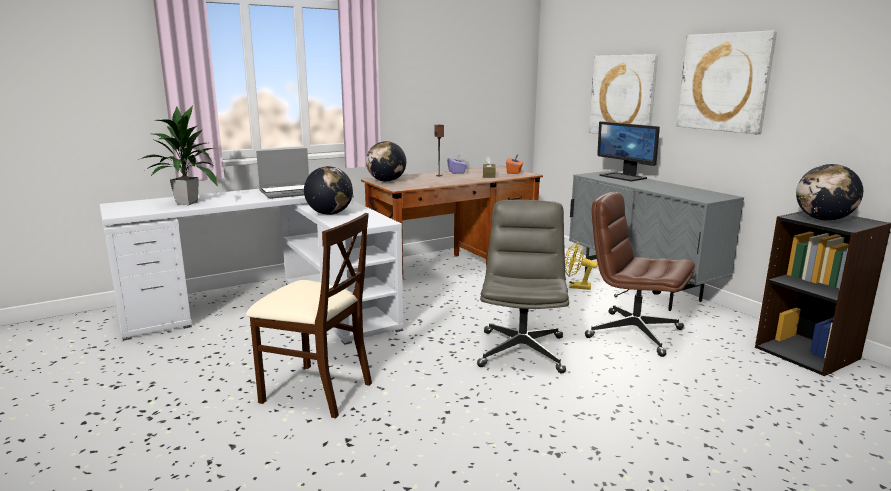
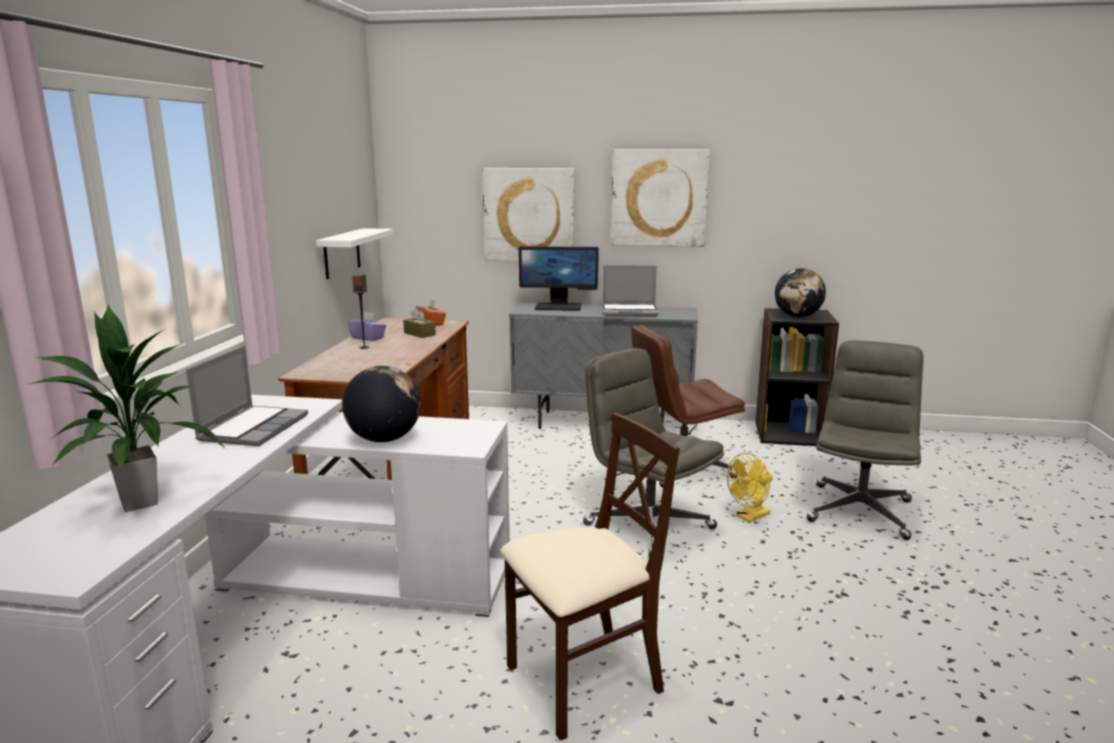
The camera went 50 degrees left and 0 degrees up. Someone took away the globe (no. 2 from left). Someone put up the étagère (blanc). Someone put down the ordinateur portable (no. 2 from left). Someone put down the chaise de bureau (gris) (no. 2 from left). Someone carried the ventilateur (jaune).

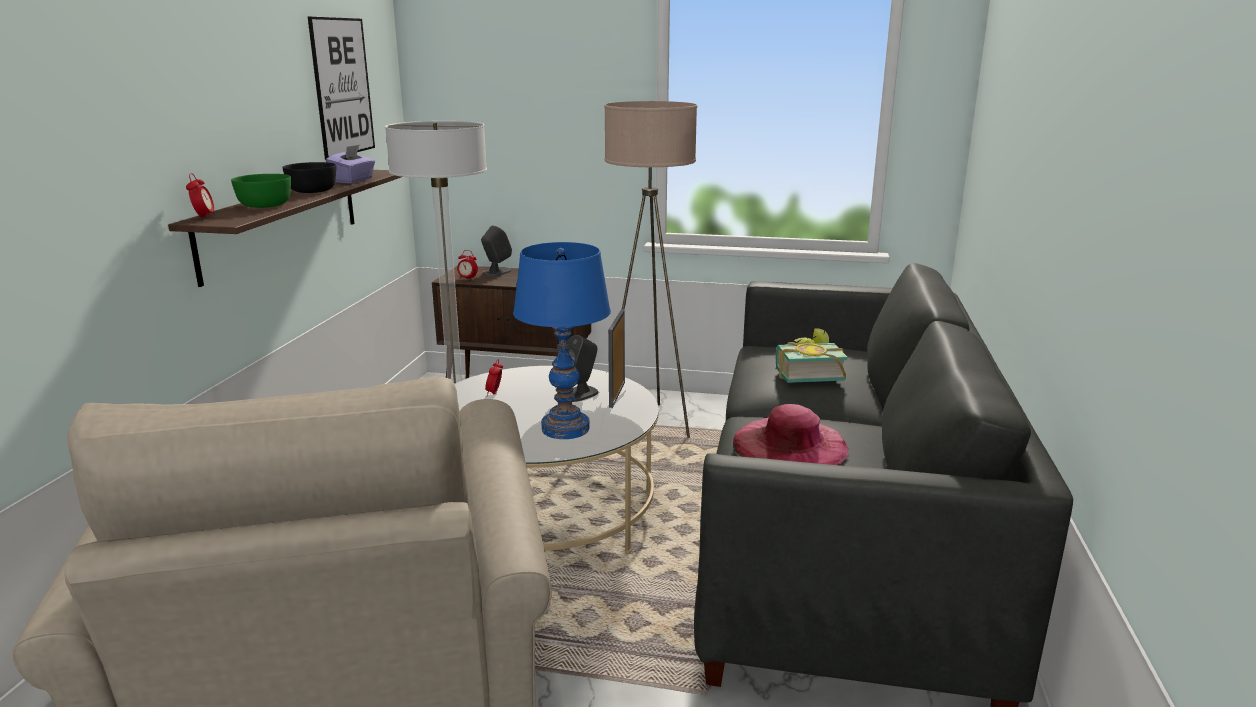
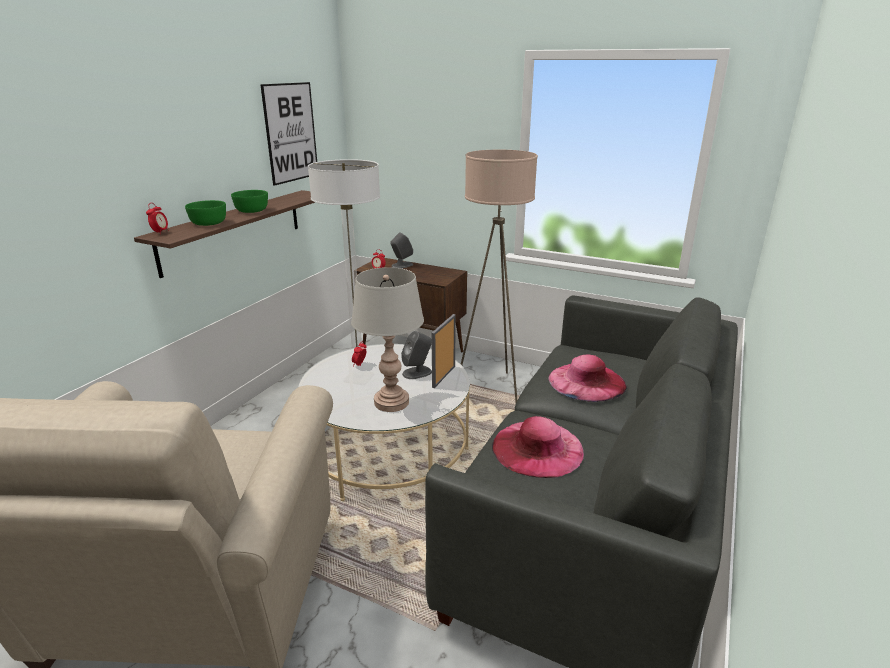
The camera went 15 degrees right and 5 degrees up. Someone took away the boîte à mouchoirs (violet). Someone swapped the livre for the chapeau (rose) (no. 2 from left). Someone repainted the bol (noir), which became the bol (vert) (no. 2 from left). Someone repainted the lampe de table (bleu), which became the lampe de table (gris).

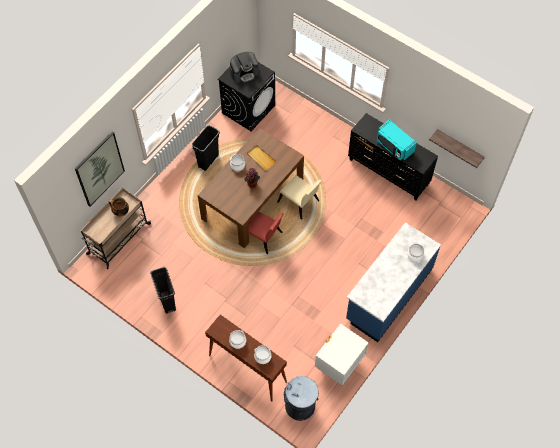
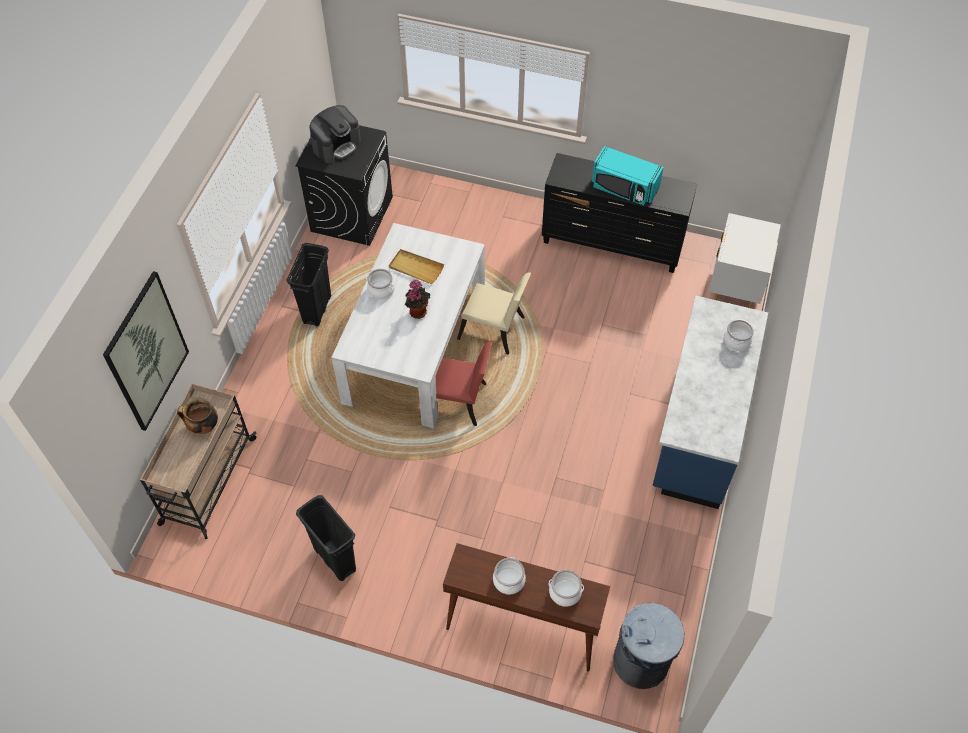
The camera went 20 degrees left and 5 degrees down. Someone took away the étagère. Someone carried the table de chevet (blanc). Someone repainted the table à manger (marron), which became the table à manger (blanc).

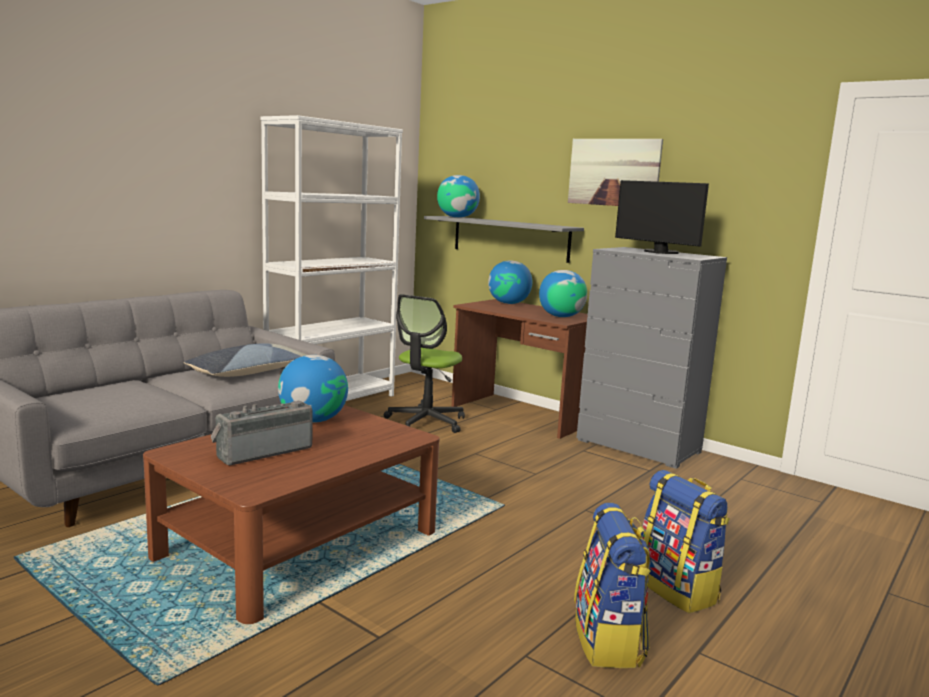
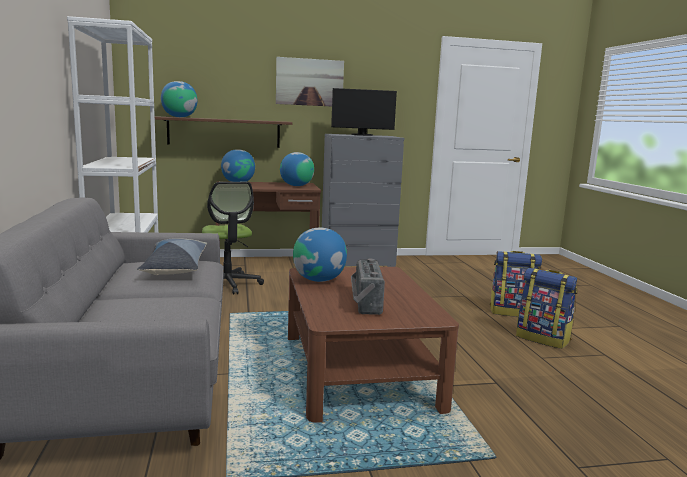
The camera went 50 degrees left and 0 degrees up. Someone repainted the étagère (gris), which became the étagère (marron).

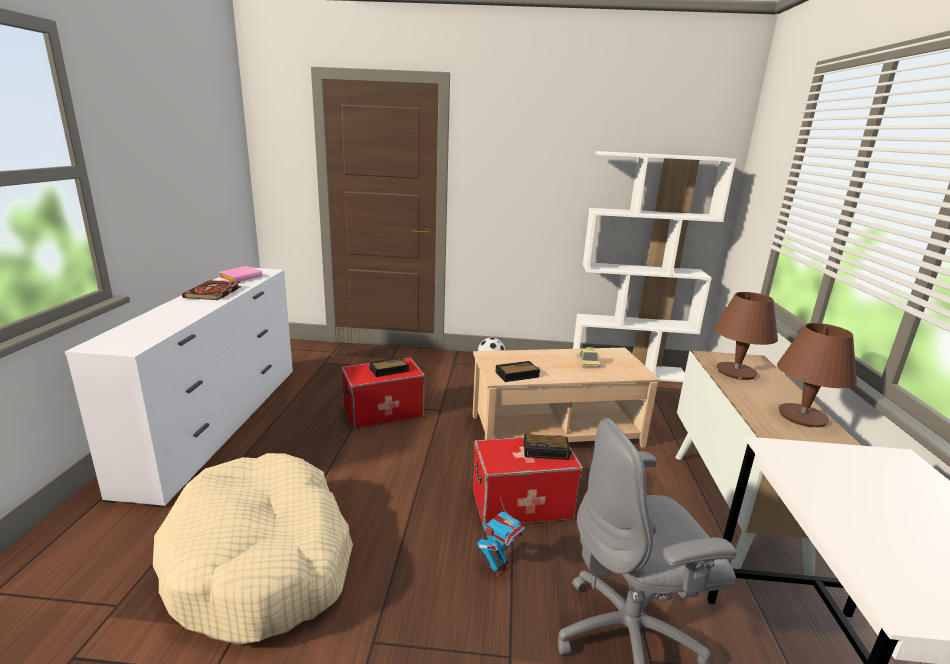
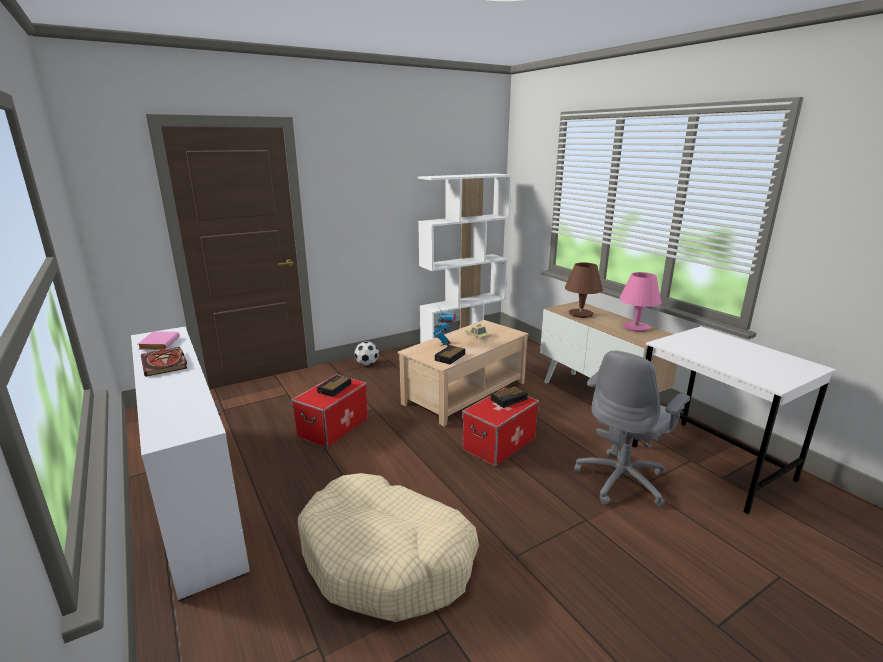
The camera went 35 degrees left and 0 degrees up. Someone carried the robot jouet. Someone repainted the lampe de table (marron) (no. 2 from left), which became the lampe de table (rose).

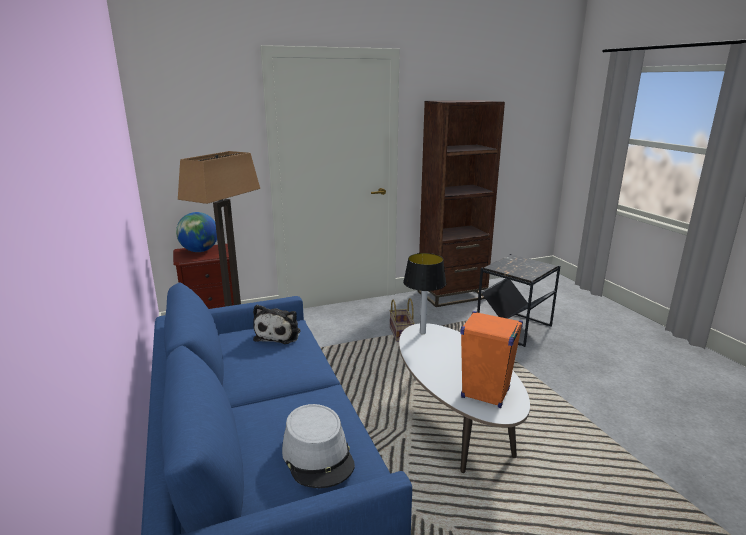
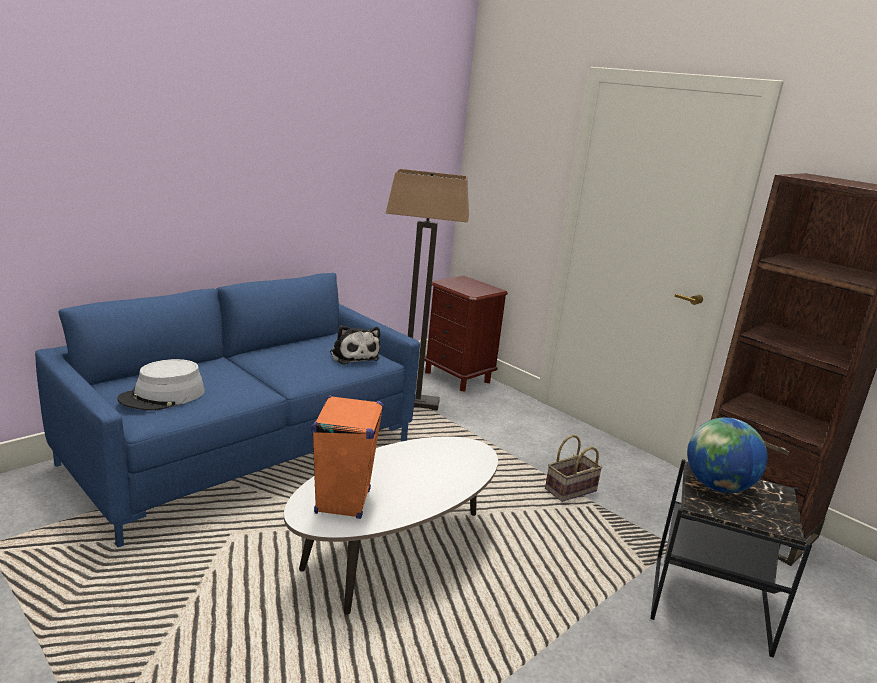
The camera went 65 degrees right and 0 degrees up. Someone took away the lampe de table. Someone carried the globe. Someone rotated the peluche by 105 degrees counterclockwise.

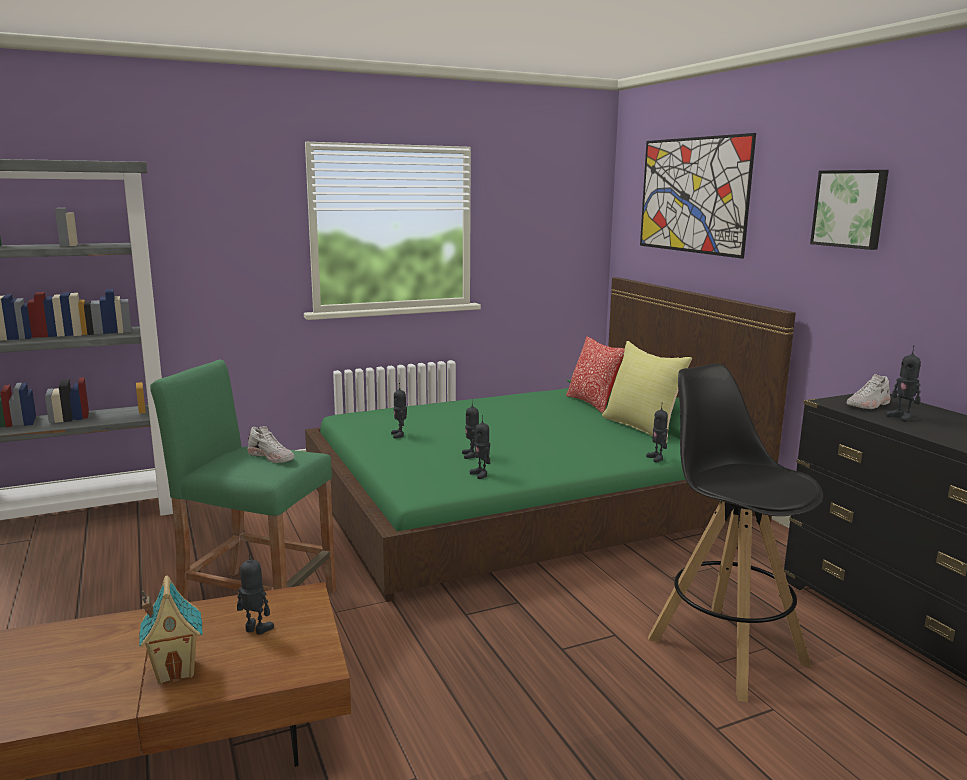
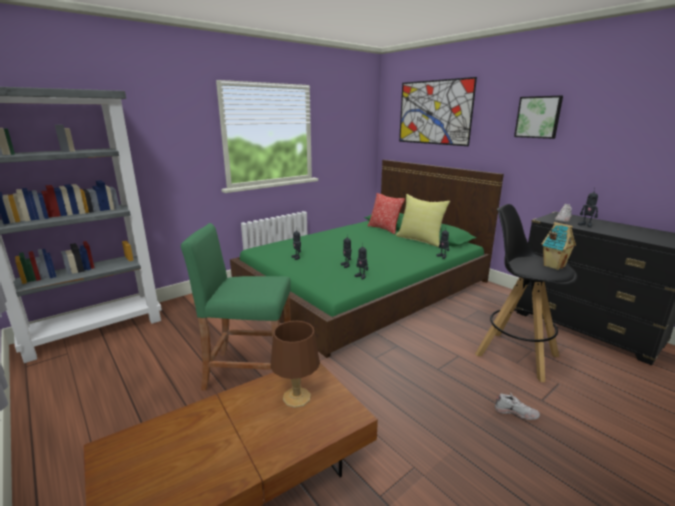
The camera went 15 degrees left and 5 degrees up. Someone carried the maison miniature. Someone carried the chaussure (blanc) (no. 1 from left). Someone swapped the robot jouet (no. 1 from left) for the lampe de table (marron).

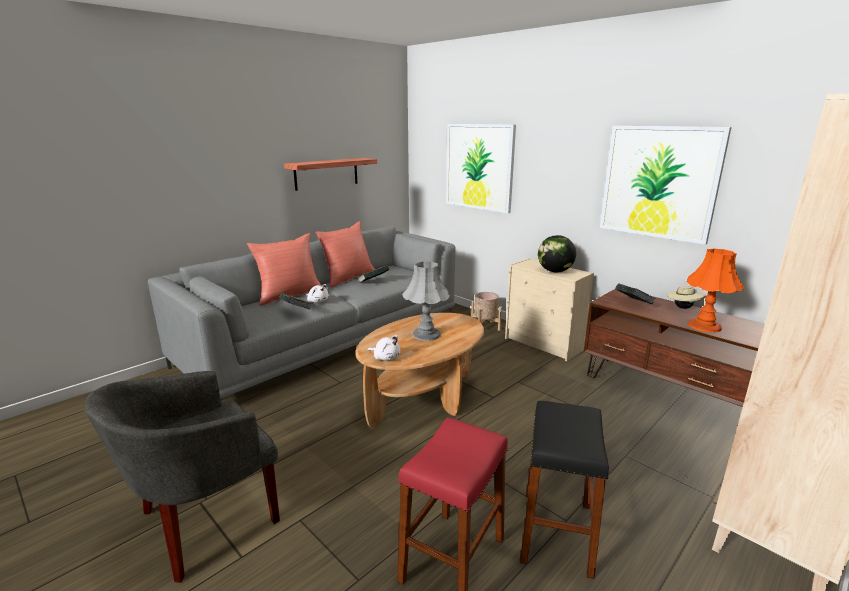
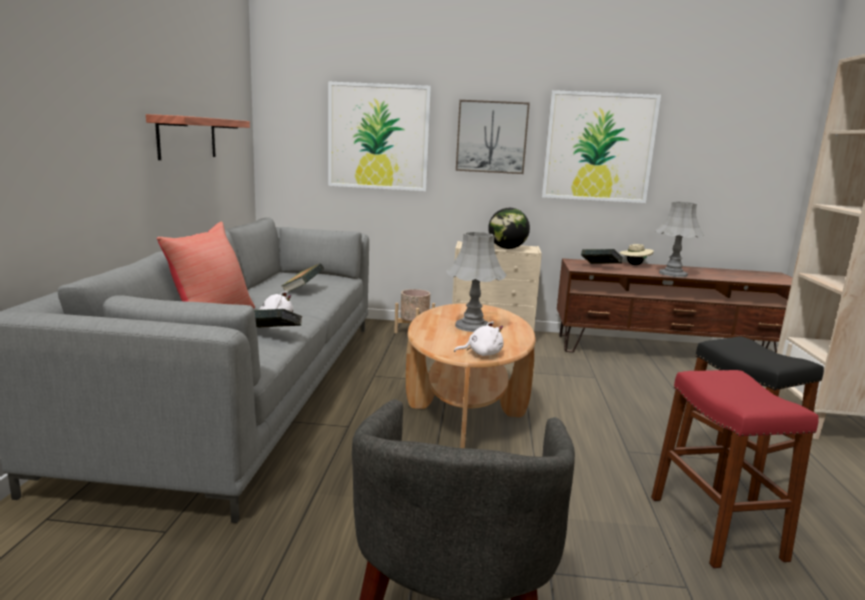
The camera went 40 degrees left and 5 degrees down. Someone took away the coussin (rouge) (no. 2 from left). Someone put up the tableau (no. 2 from left). Someone repainted the lampe de table (orange), which became the lampe de table (gris) (no. 2 from left).

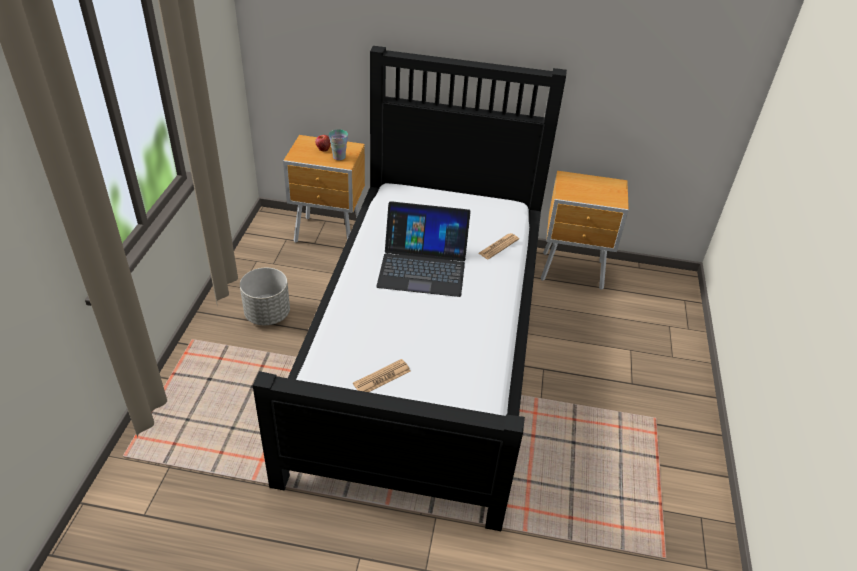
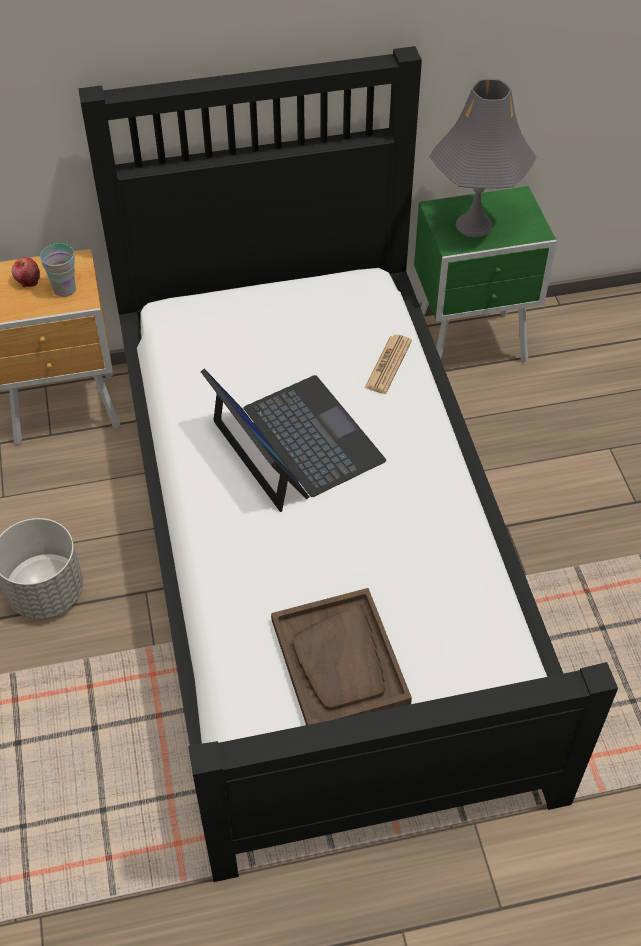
The camera went 20 degrees left and 10 degrees up. Someone put down the lampe de table (gris). Someone swapped the journal (no. 1 from left) for the plateau (marron). Someone repainted the table de chevet (marron) (no. 2 from left), which became the table de chevet (vert). Someone rotated the ordinateur portable by 105 degrees counterclockwise.

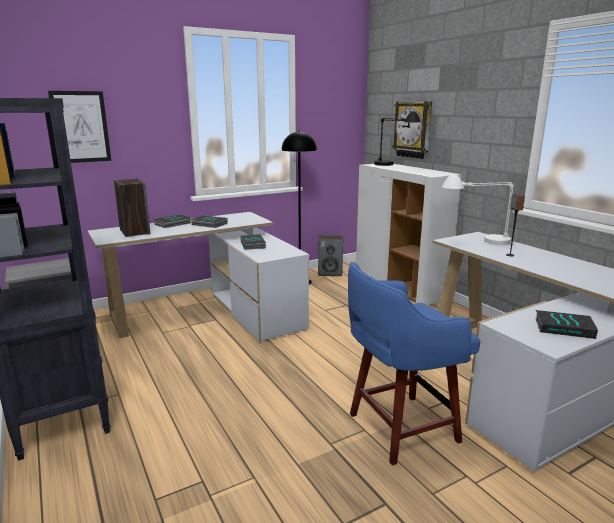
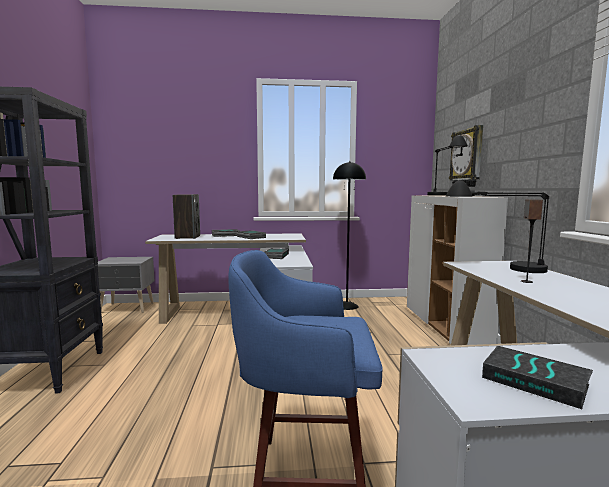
The camera went 25 degrees right and 10 degrees down. Someone took away the tableau. Someone took away the enceinte (no. 2 from left). Someone repainted the lampe de table (blanc), which became the lampe de table (noir) (no. 2 from left).

